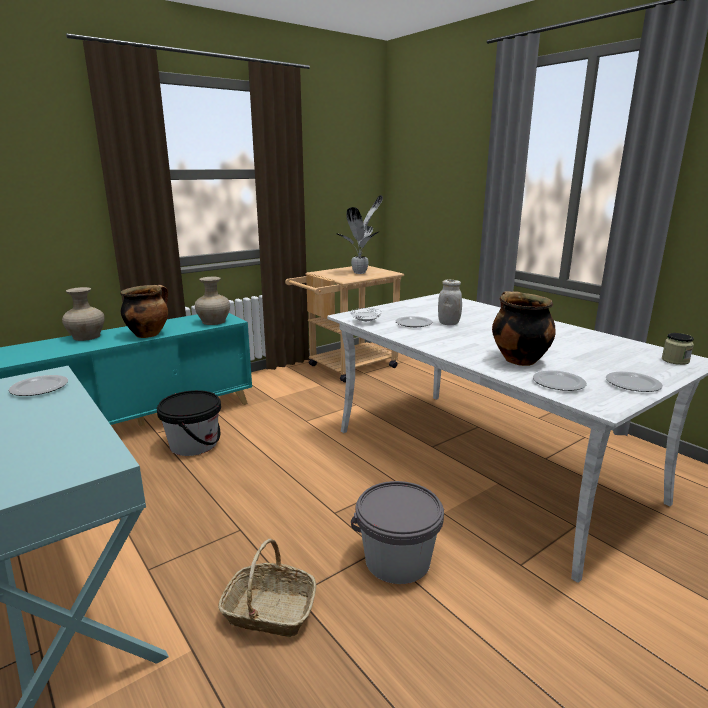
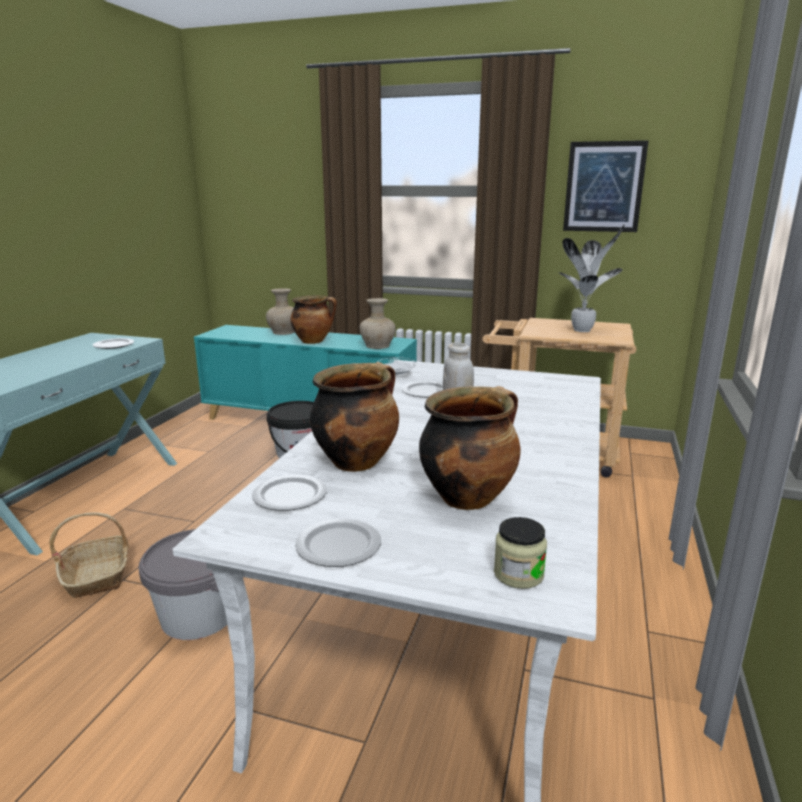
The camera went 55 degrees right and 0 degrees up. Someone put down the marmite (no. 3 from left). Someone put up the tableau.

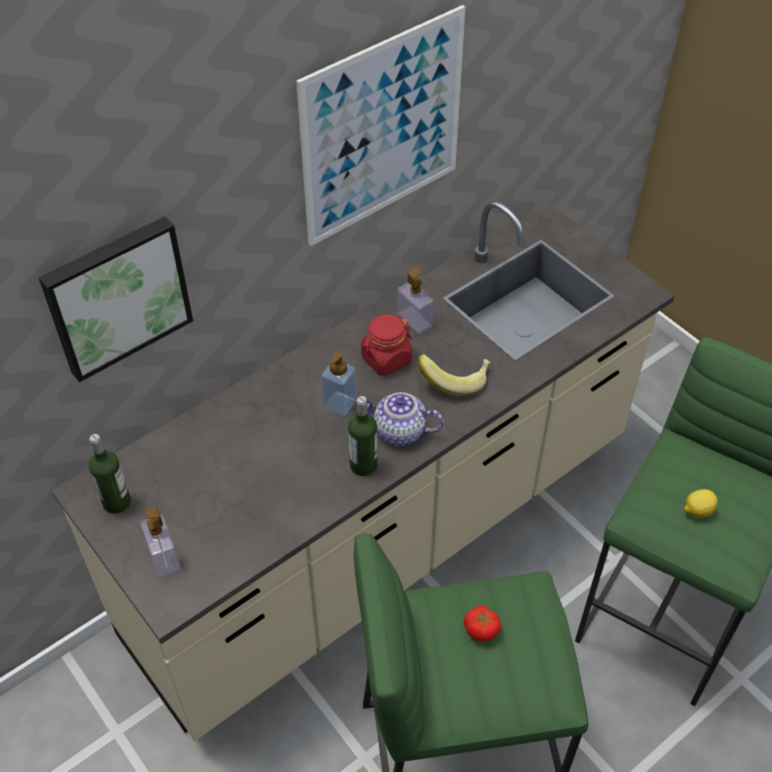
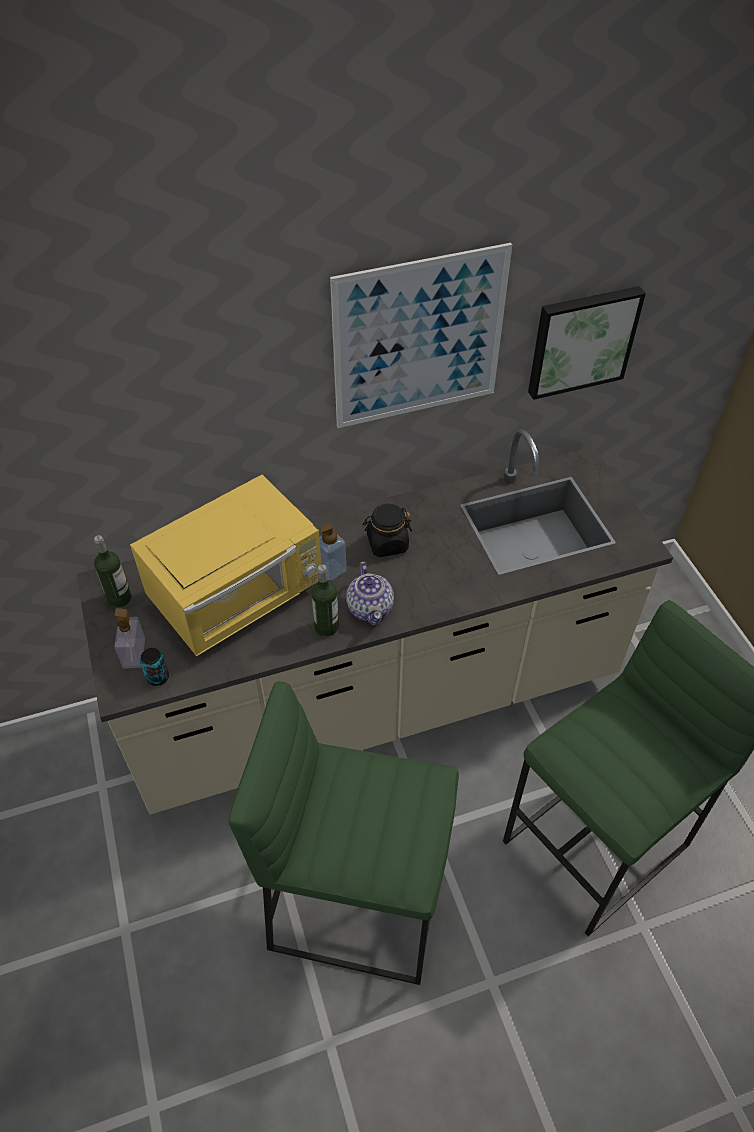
The camera went 20 degrees right and 0 degrees up. Someone took away the distributeur de savon (no. 3 from left). Someone took away the banane. Someone took away the tomate. Someone took away the citron. Someone put down the micro-ondes (jaune). Someone put down the boîte métallique. Someone carried the tableau (no. 1 from left in the first image). Someone repainted the bocal (rouge), which became the bocal (noir). Someone rotated the théière by 135 degrees counterclockwise.

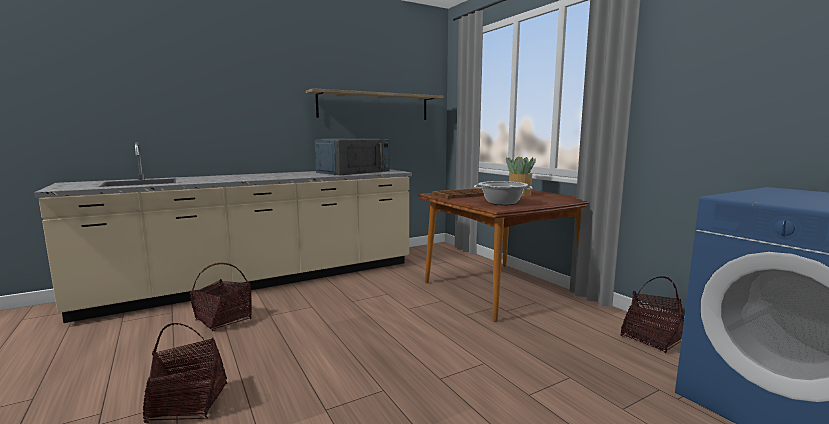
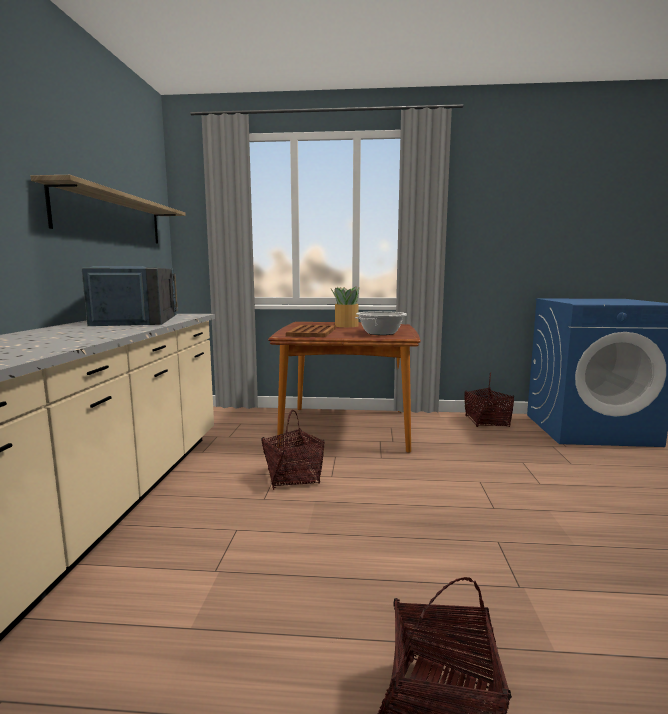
The camera went 55 degrees left and 0 degrees up. Someone carried the panier (no. 2 from left in the first image).

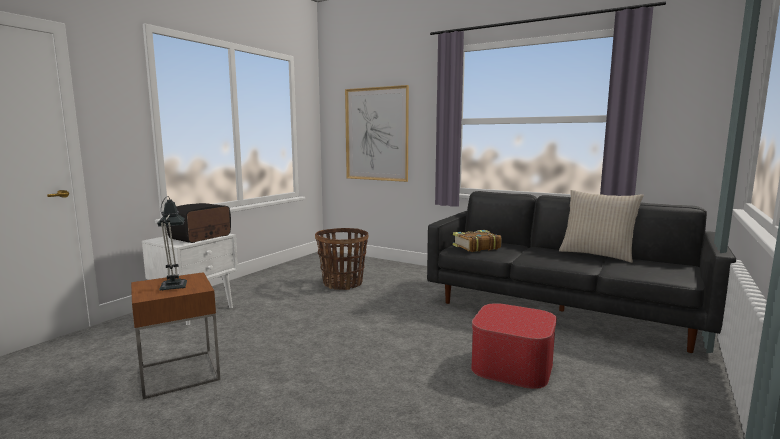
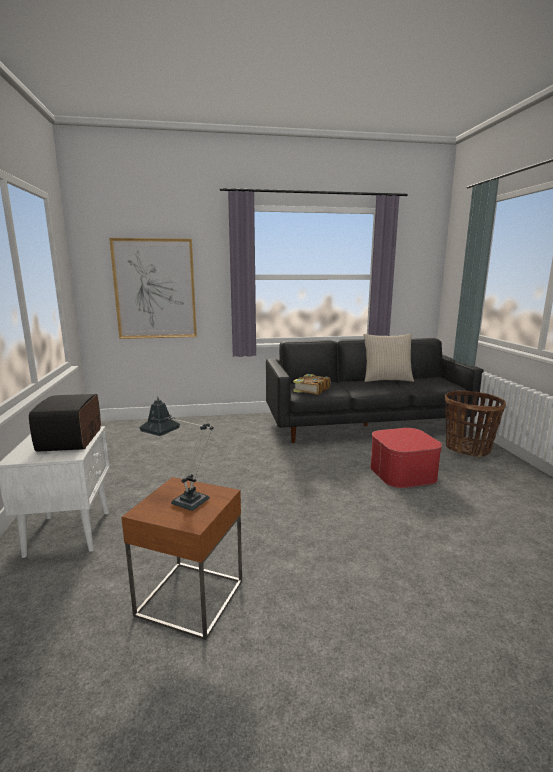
The camera went 40 degrees left and 5 degrees up. Someone carried the panier.

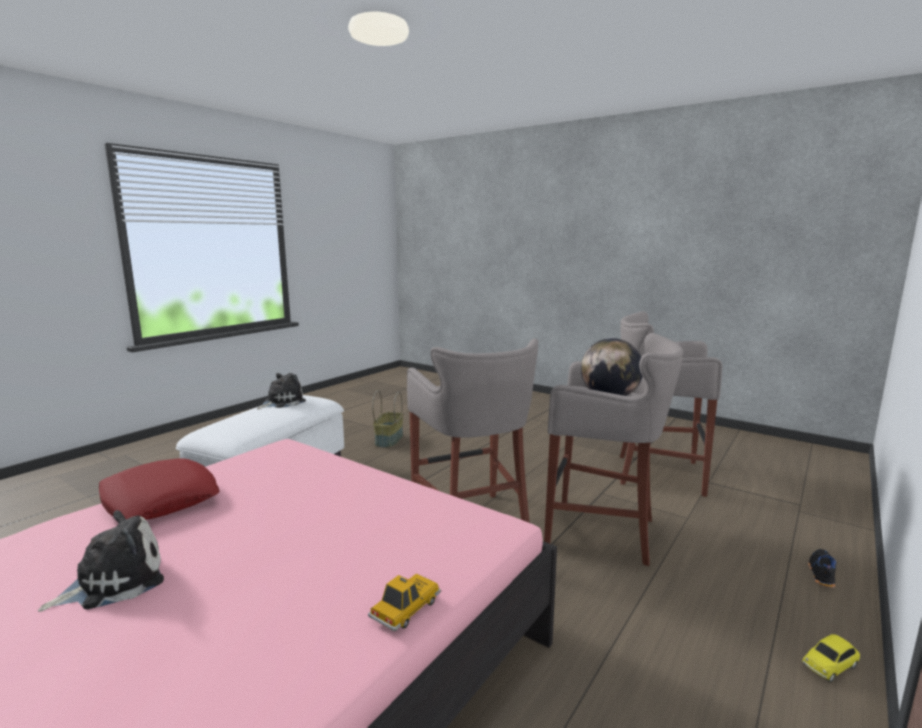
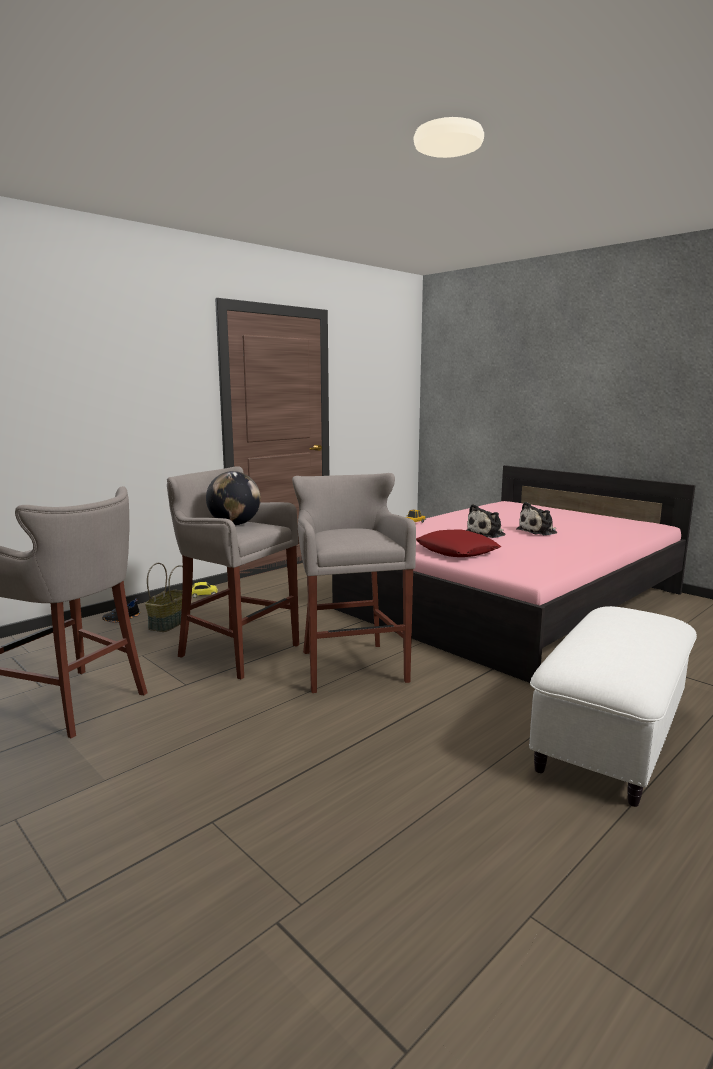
The camera went 170 degrees left and 0 degrees up. Someone carried the coussin (rouge). Someone carried the peluche (no. 2 from left in the first image). Someone carried the panier.

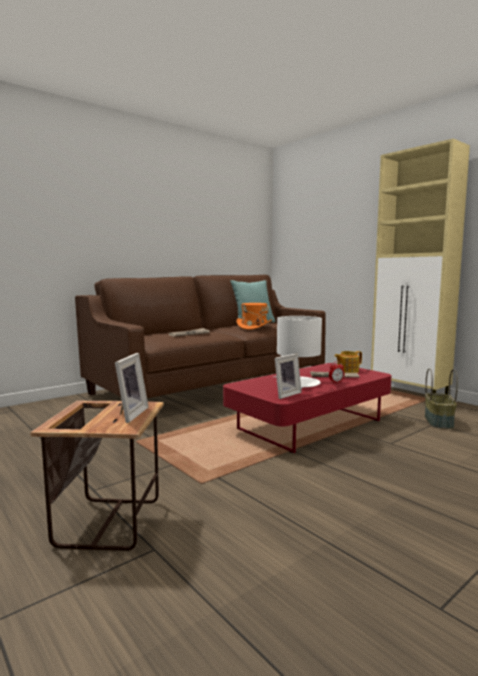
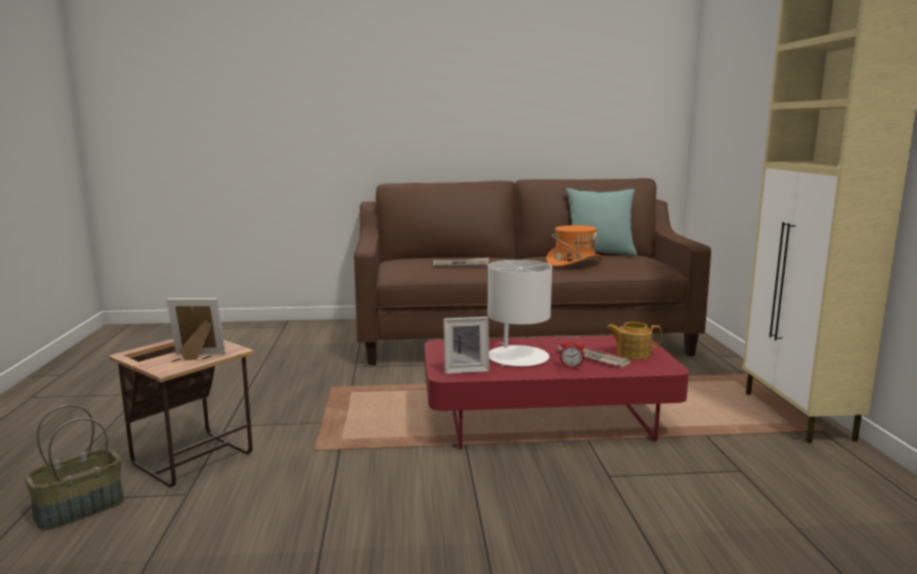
The camera went 35 degrees right and 5 degrees up. Someone carried the panier. Someone rotated the cadre photo (no. 1 from left) by 135 degrees counterclockwise.

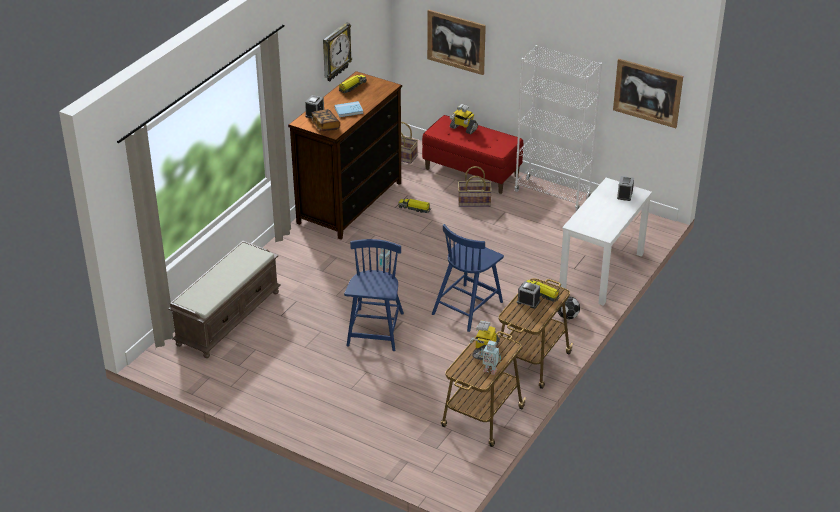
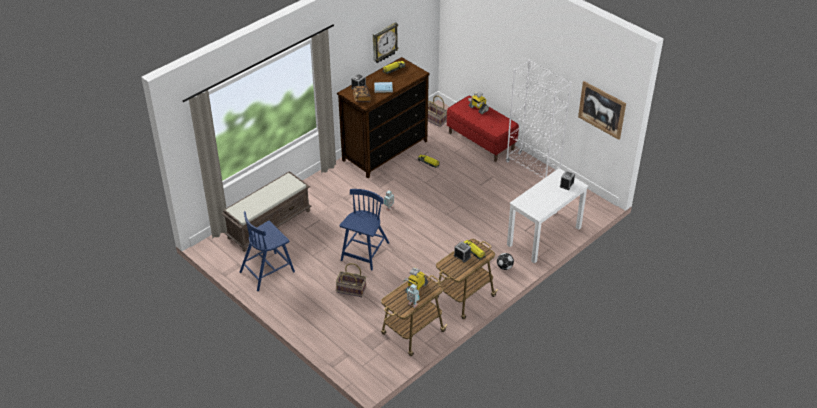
The camera went 15 degrees right and 5 degrees up. Someone took away the tableau (no. 1 from left). Someone carried the chaise (bleu) (no. 2 from left in the first image). Someone carried the panier (no. 2 from left in the first image).

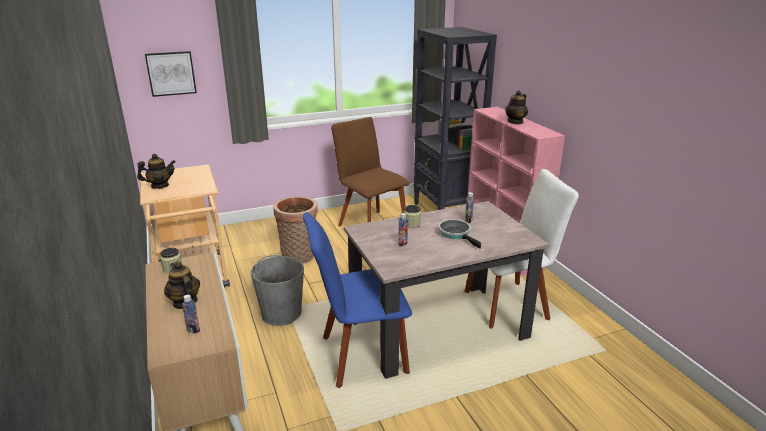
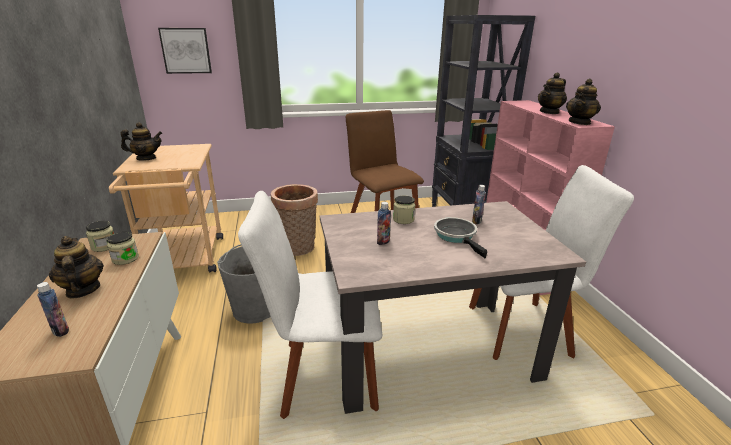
The camera went 10 degrees right and 0 degrees up. Someone put down the bocal (no. 2 from left). Someone put down the théière (no. 4 from left). Someone repainted the chaise (bleu), which became the chaise (blanc) (no. 1 from left).

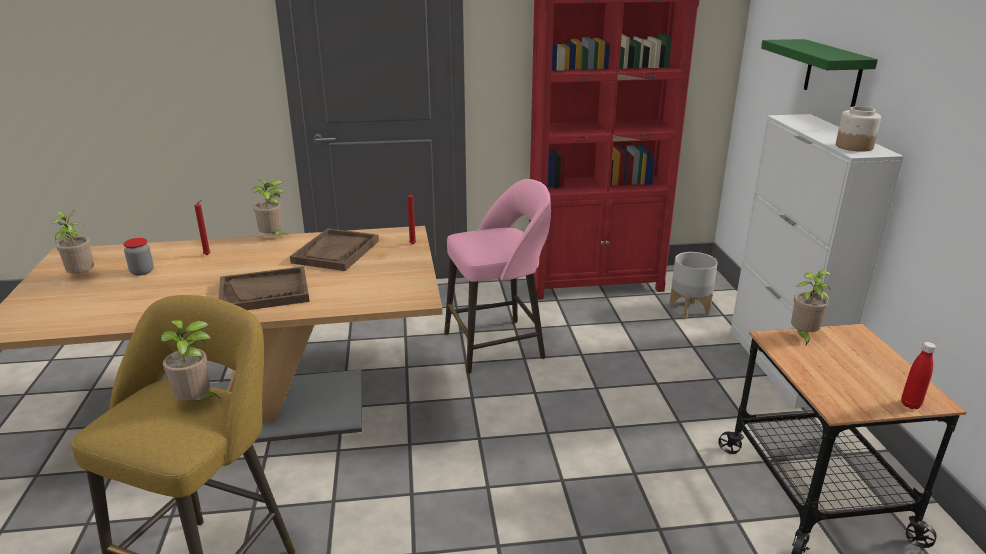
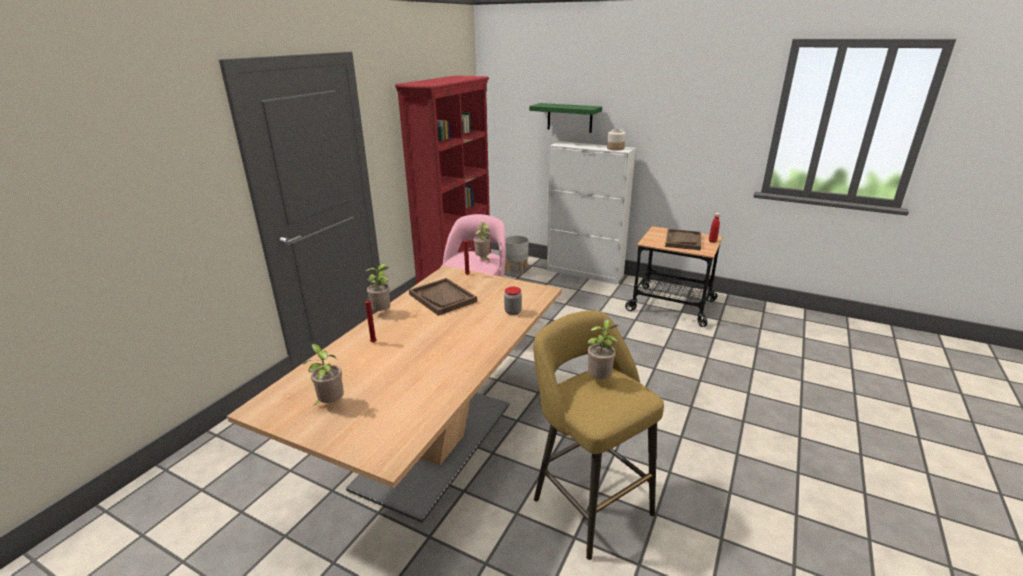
The camera went 55 degrees left and 0 degrees up. Someone carried the bocal (no. 1 from left). Someone carried the plateau (marron) (no. 1 from left in the first image). Someone carried the plante en pot (no. 4 from left in the first image).

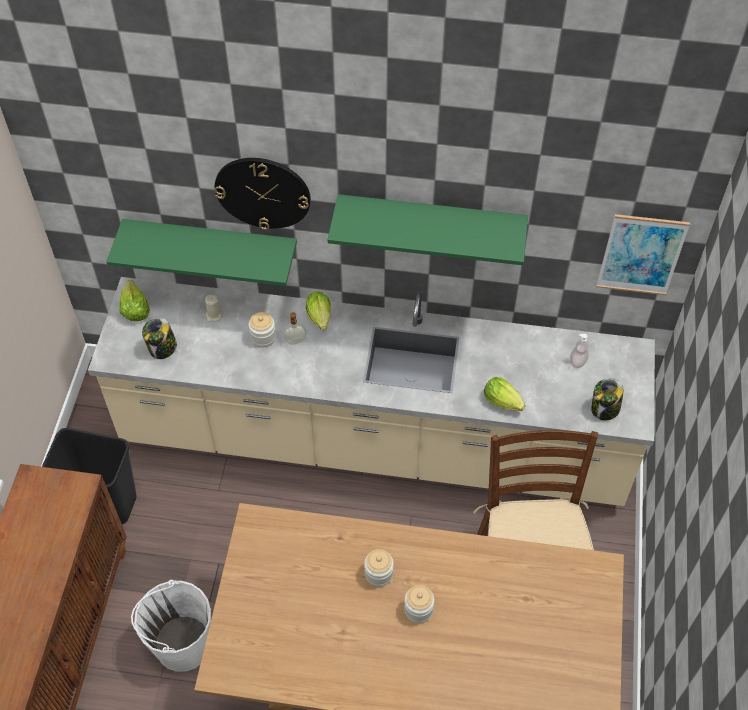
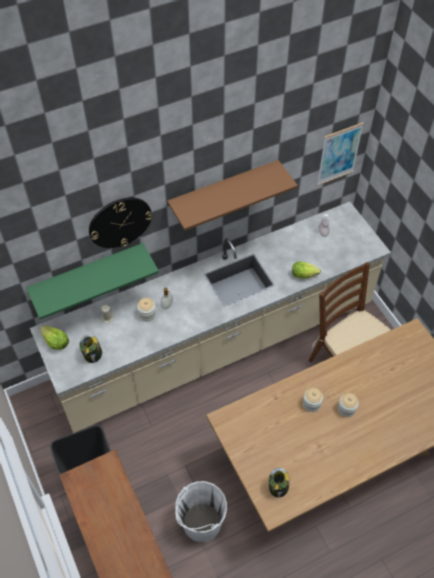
The camera went 35 degrees left and 0 degrees up. Someone took away the laitue (no. 2 from left). Someone carried the bocal (no. 5 from left in the first image). Someone repainted the étagère (vert) (no. 2 from left), which became the étagère (marron).

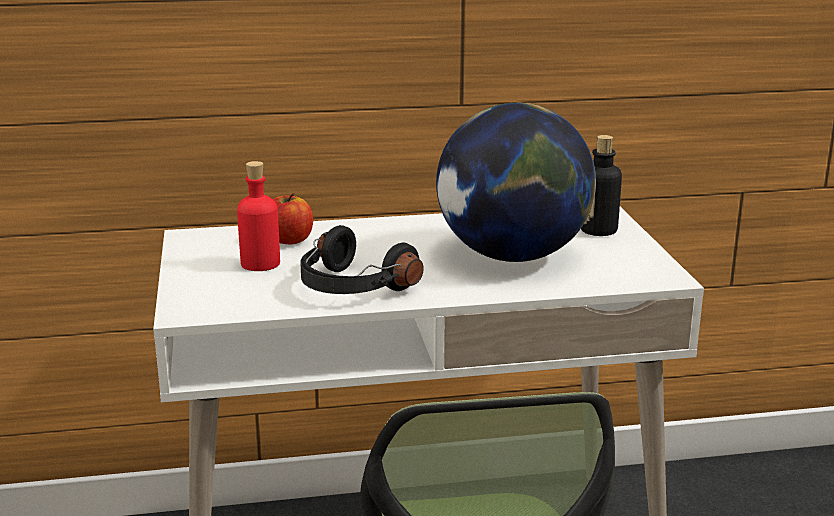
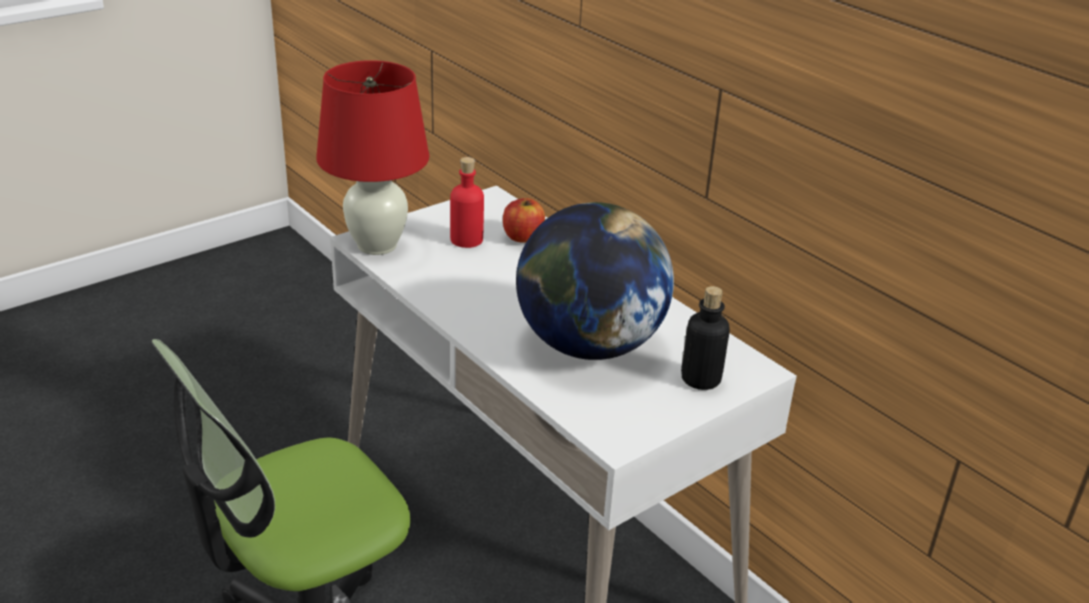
The camera went 60 degrees right and 10 degrees up. Someone took away the casque audio (noir). Someone put down the lampe de table (rouge).

